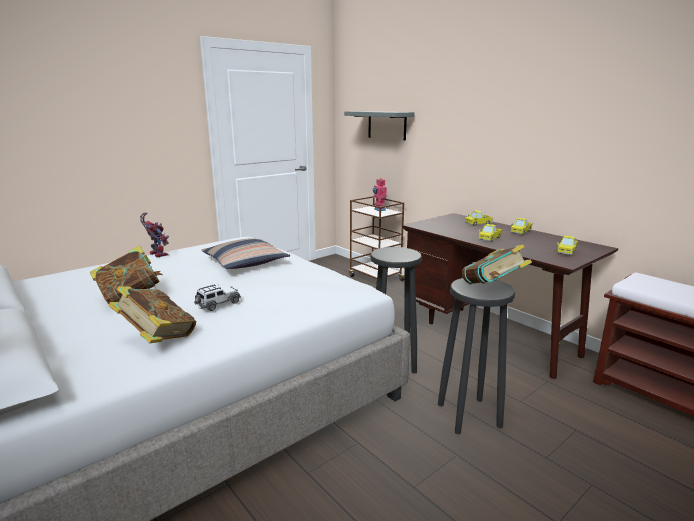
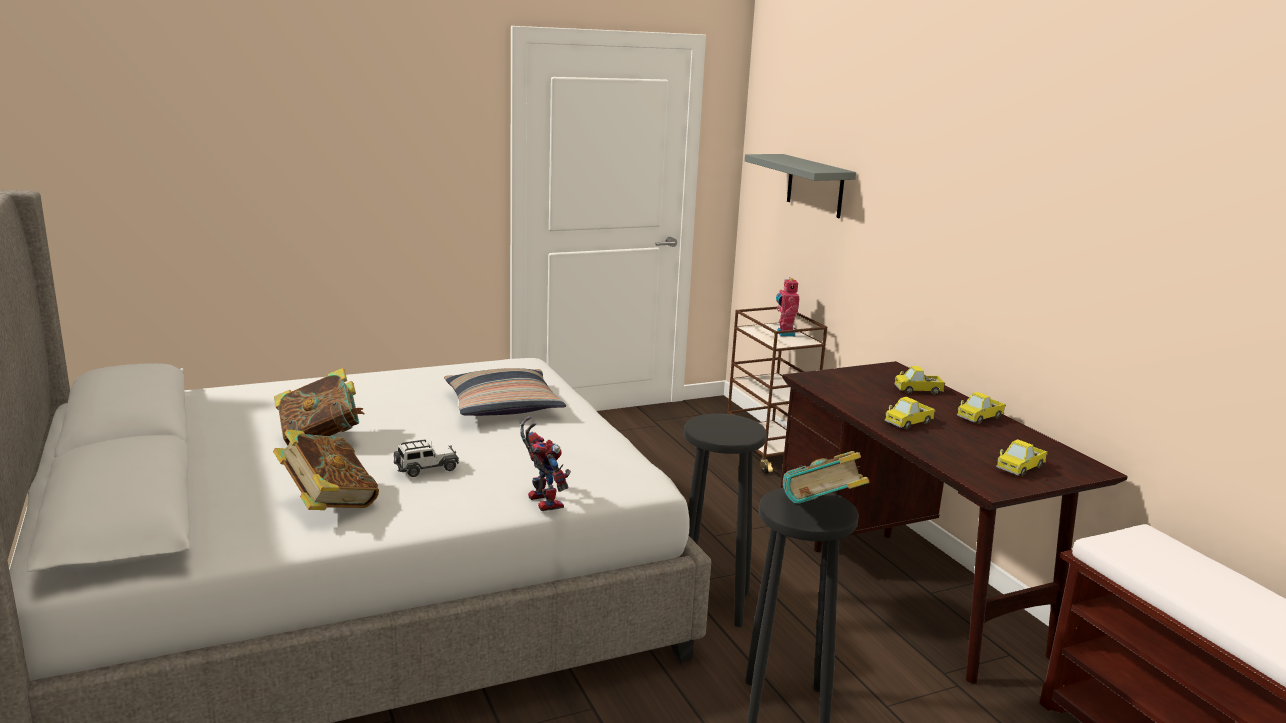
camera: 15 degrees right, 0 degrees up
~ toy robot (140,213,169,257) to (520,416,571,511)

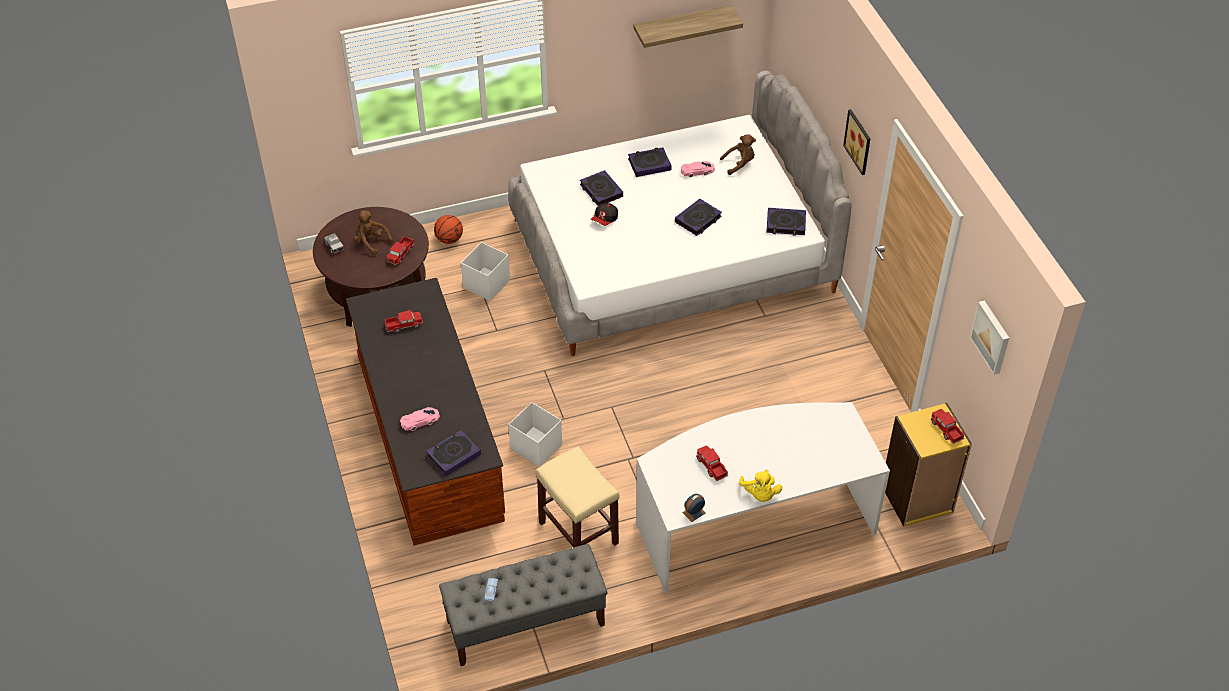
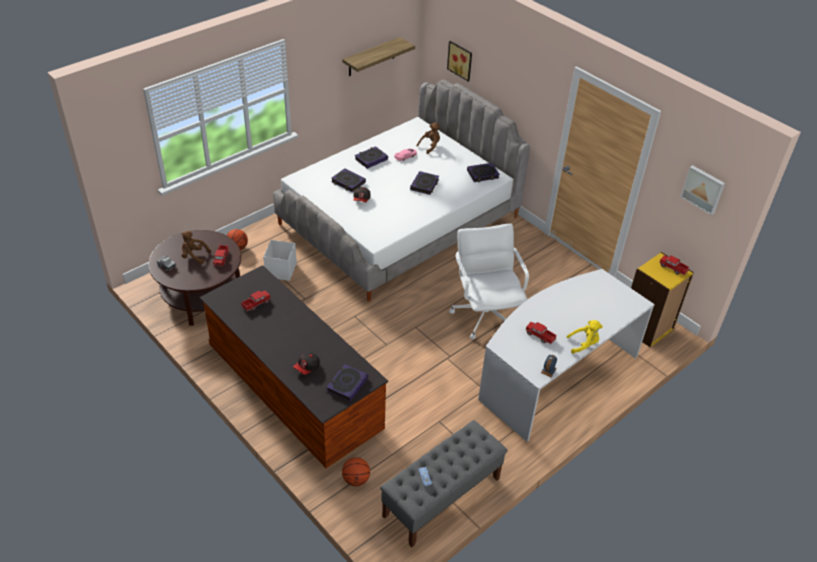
camera: 25 degrees left, 5 degrees down
~ toy car in pink (400,407,440,431) to cap (293,352,320,375)
- storage box in white (508,402,562,467)
- stool in beige (536,446,620,548)
~ plush toy in yellow (739,469,782,502) = (567,320,603,354) 60 degrees counterclockwise
~ picture (843,109,870,175) to (447,41,472,81)
+ basketball (342,457,370,486)
+ office chair in white (449,224,529,339)

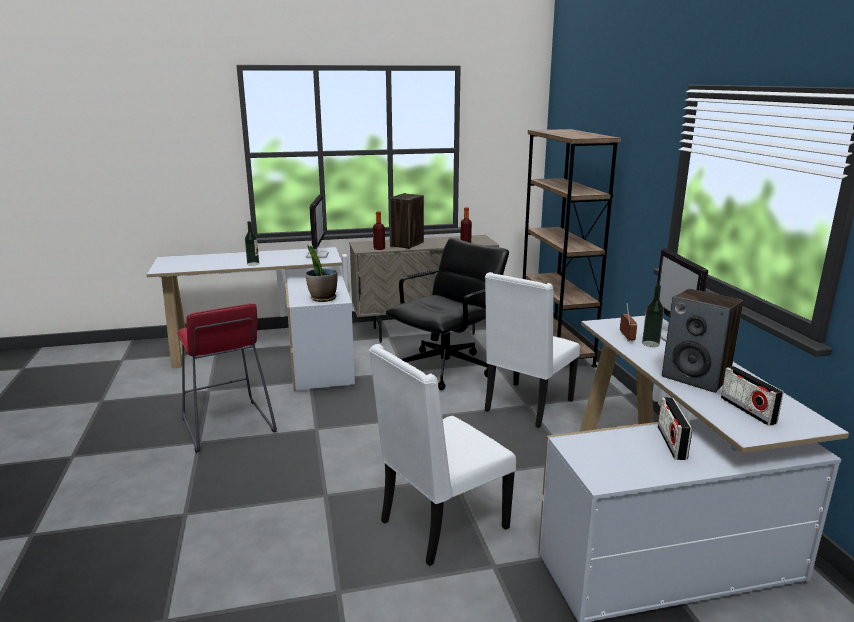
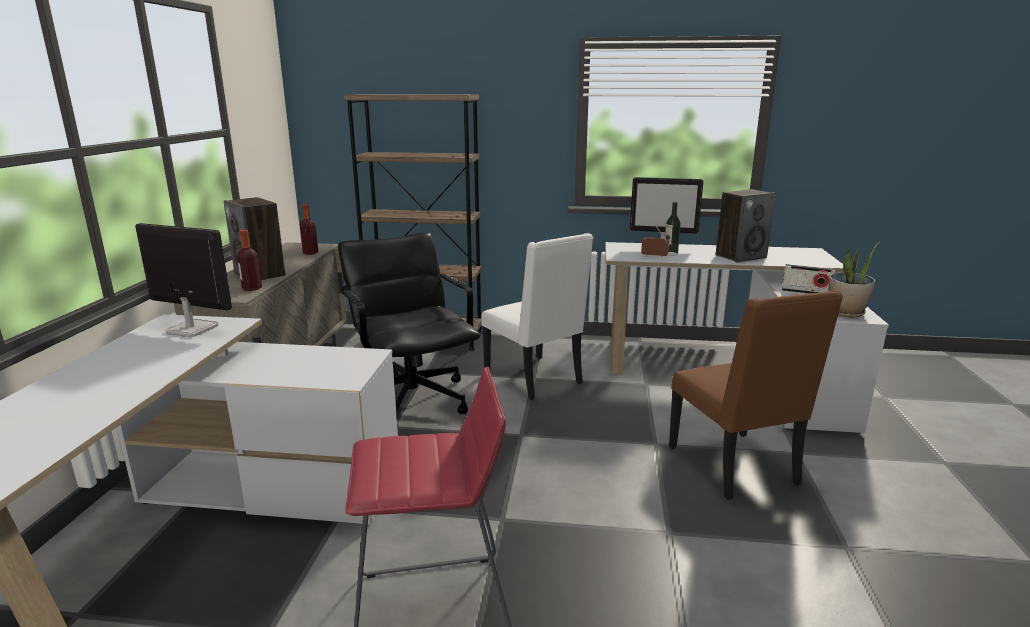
camera: 70 degrees left, 0 degrees up
- bottle (245,221,259,266)
~ potted plant (305,244,337,302) to (828,242,880,317)
~ chair in white (369,344,516,566) to chair in brown (669,290,843,500)
- radio (721,366,784,426)

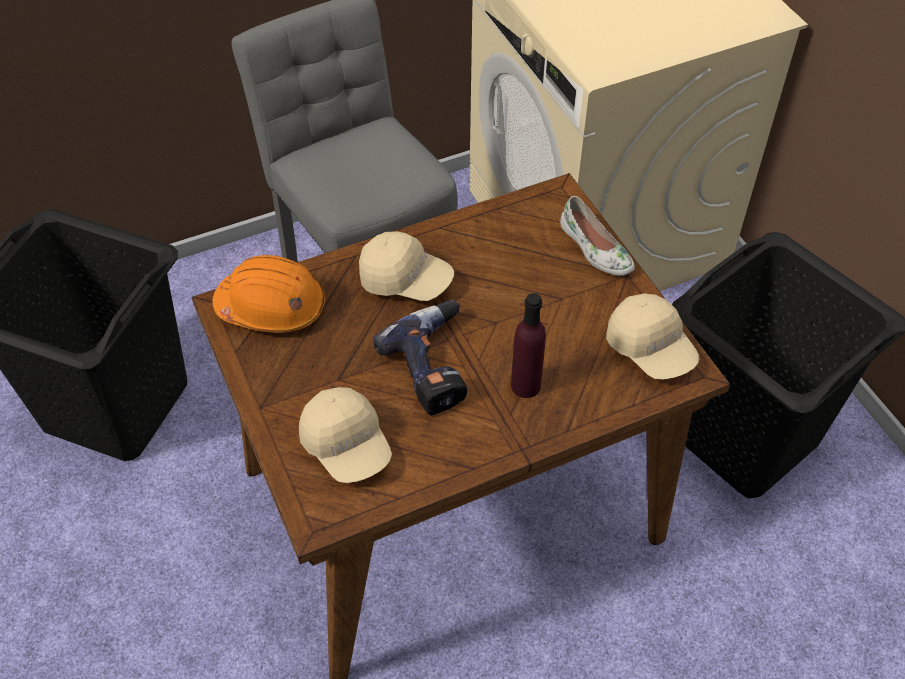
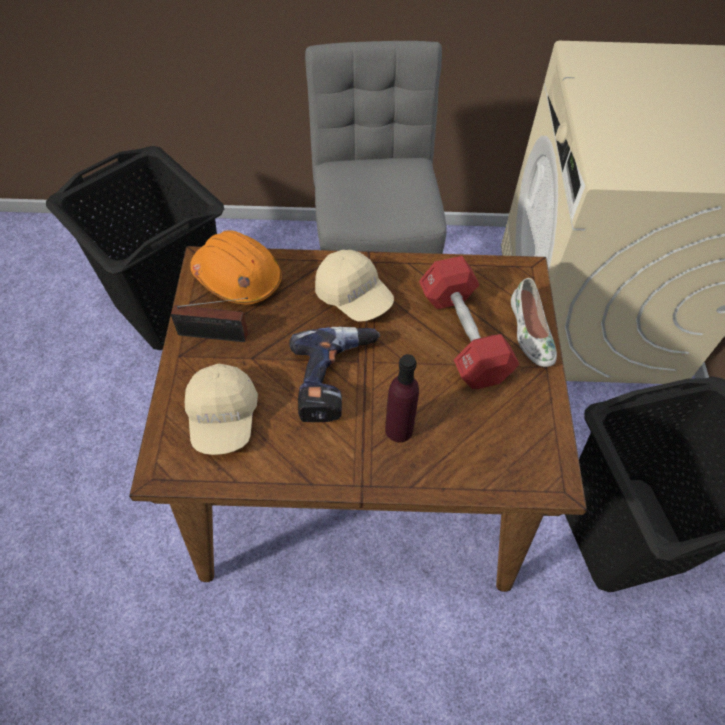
camera: 25 degrees right, 5 degrees up
- cap in beige (606,294,699,380)
+ radio (171,297,248,342)
+ dumbbell in red (419,256,519,389)

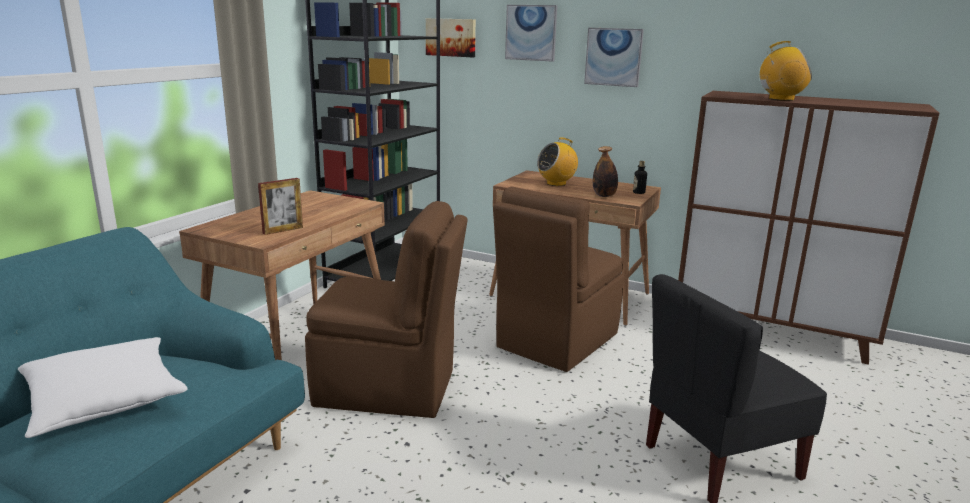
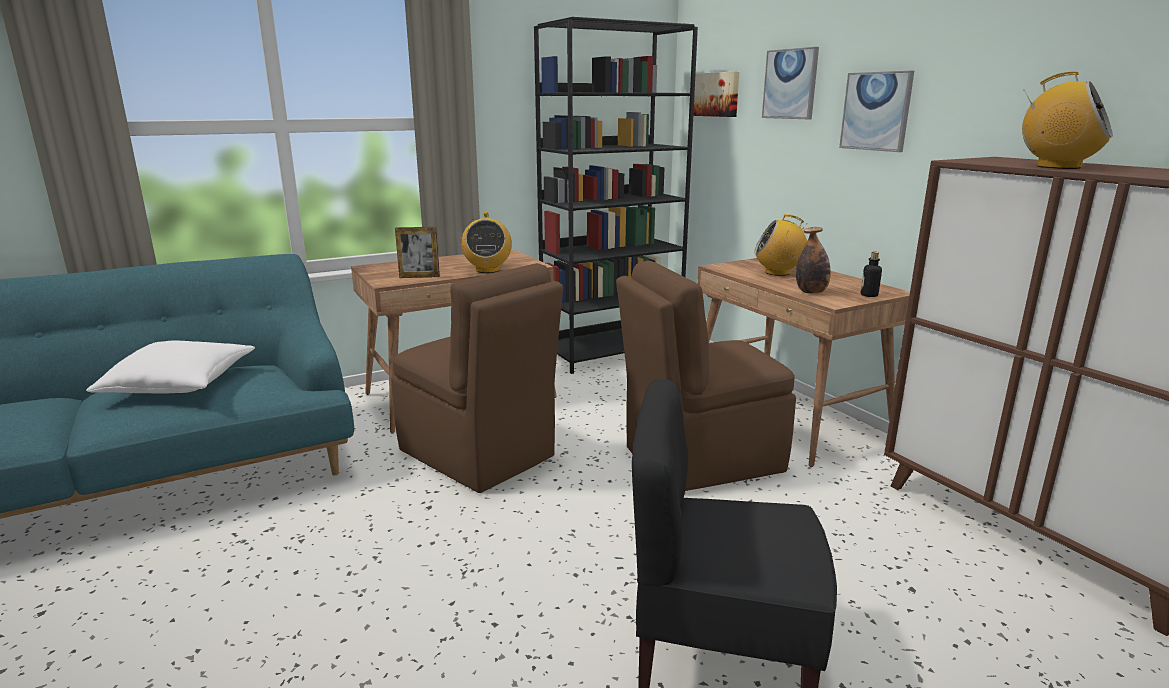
camera: 35 degrees right, 0 degrees up
+ radio (461,212,512,273)

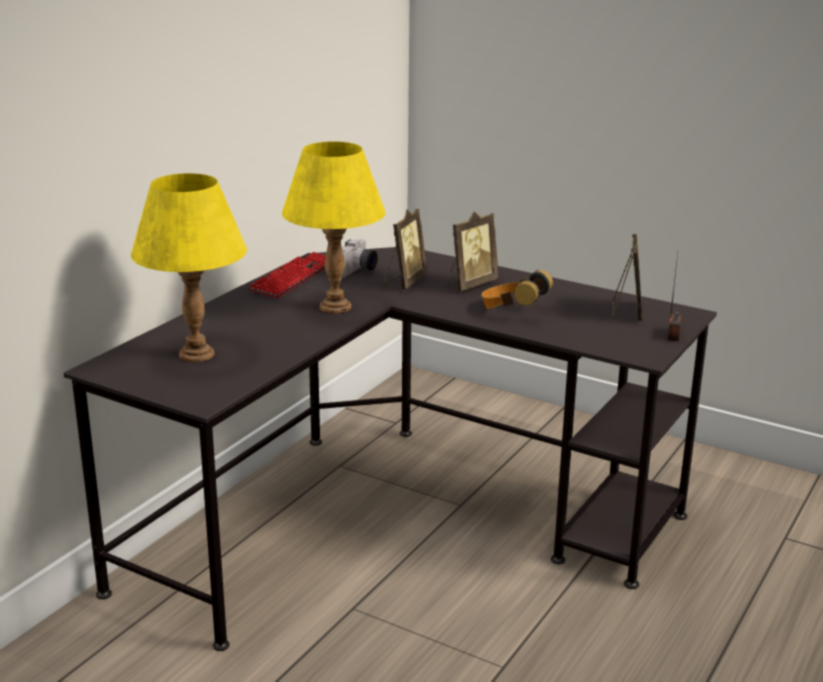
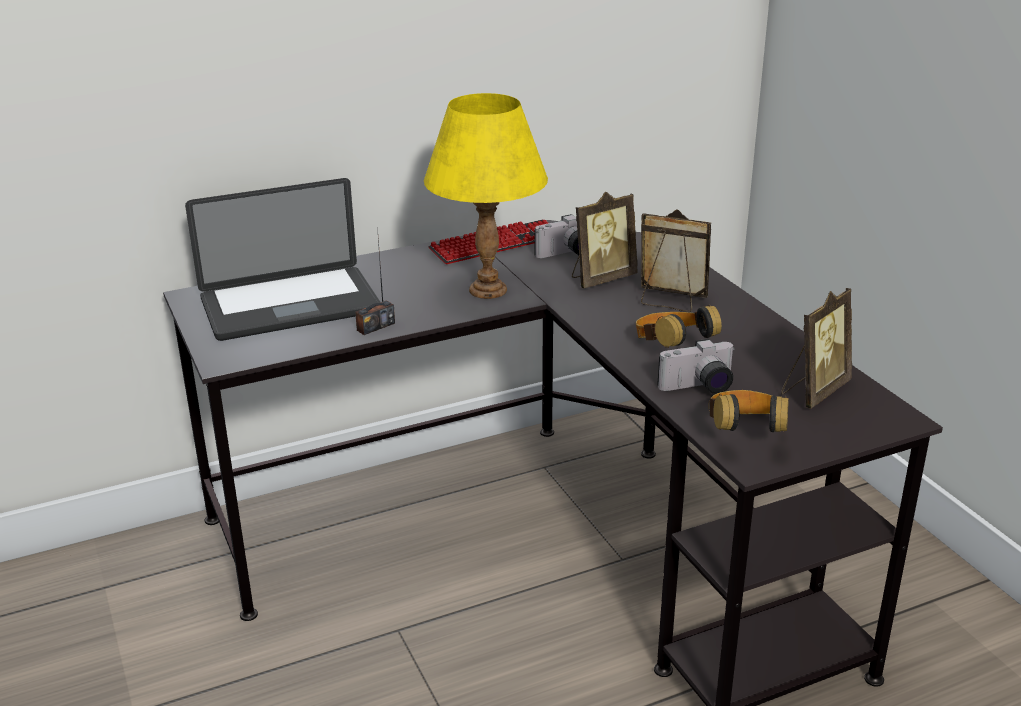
camera: 35 degrees right, 5 degrees up
~ table lamp in yellow (131,173,247,362) to laptop (185,178,381,341)
~ picture frame (447,212,498,291) = (641,209,711,312) 150 degrees counterclockwise
~ radio (668,254,682,342) to (355,228,395,335)
+ photo camera (657,339,734,394)
+ headphones (708,390,789,432)

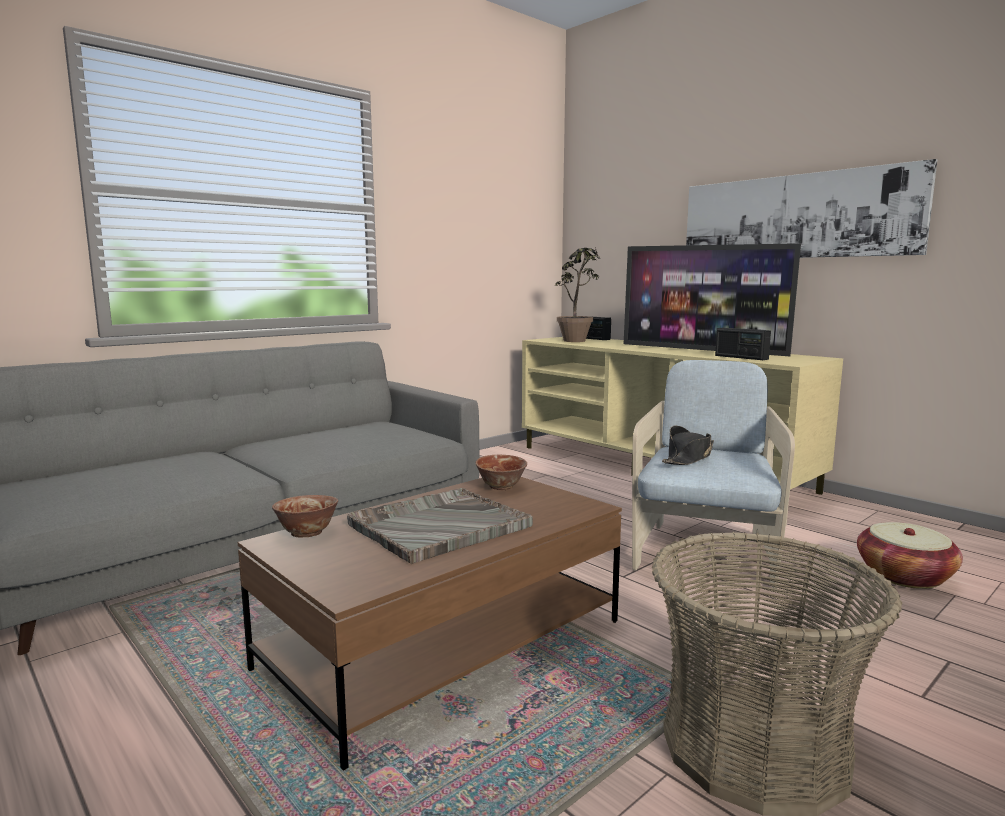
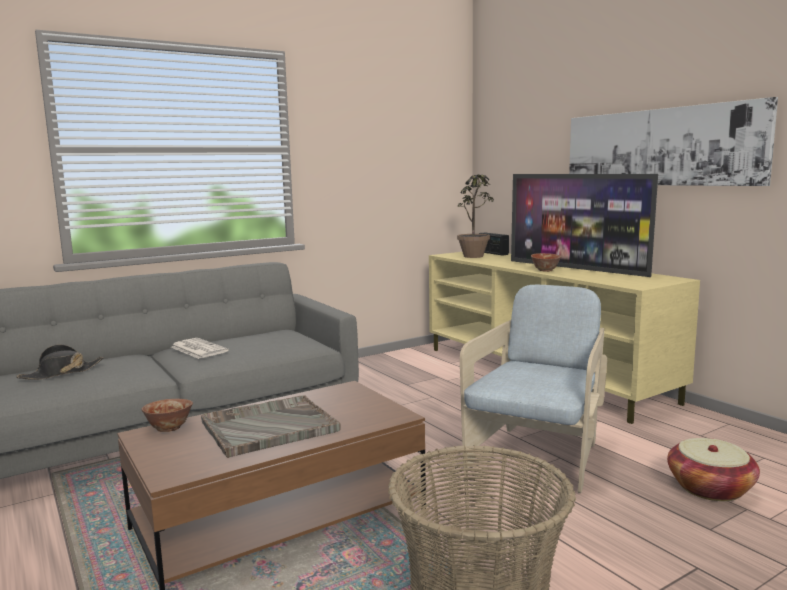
camera: 10 degrees right, 0 degrees up
~ bowl (476,455,527,490) to (531,253,561,272)
~ hat in black (662,426,714,465) to (16,345,104,380)
- radio (715,328,771,360)
+ newspaper (171,338,229,359)

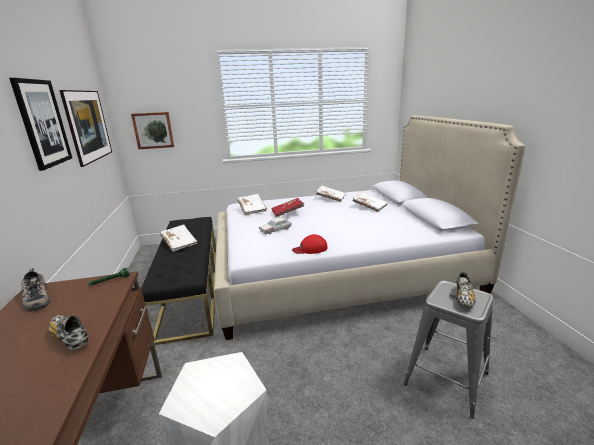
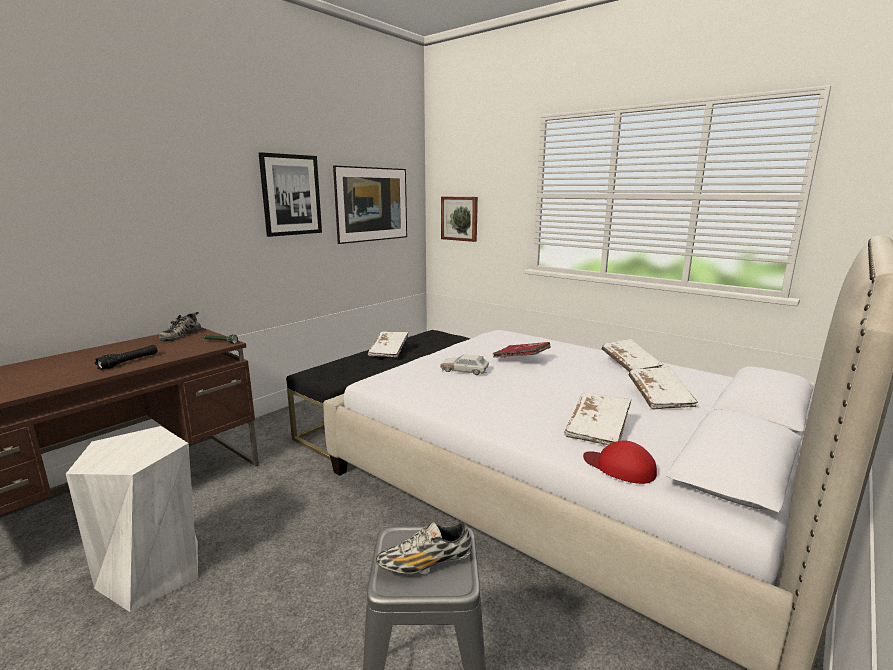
camera: 50 degrees right, 5 degrees down
~ shoe (48,315,89,351) to flashlight in black (95,345,157,370)
~ book in white (238,194,267,215) to (564,392,631,445)
~ cap in red (292,234,328,254) to (583,441,657,484)

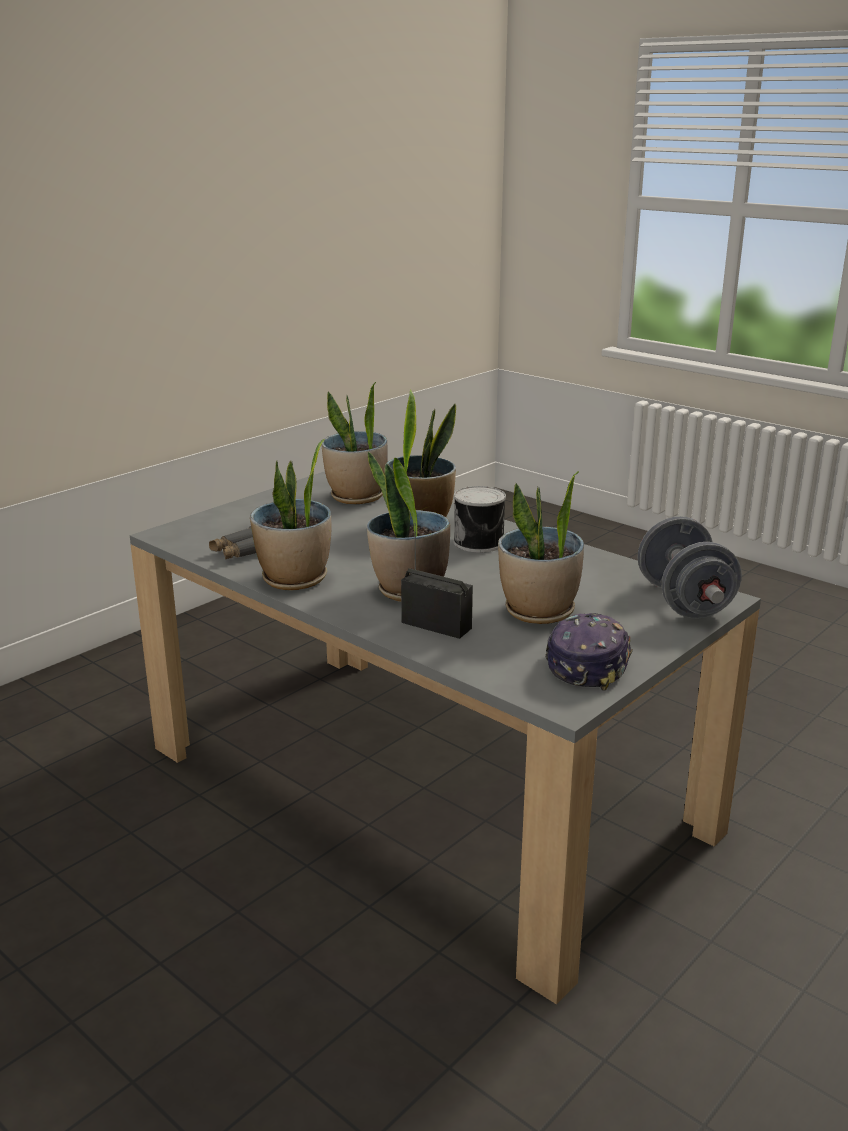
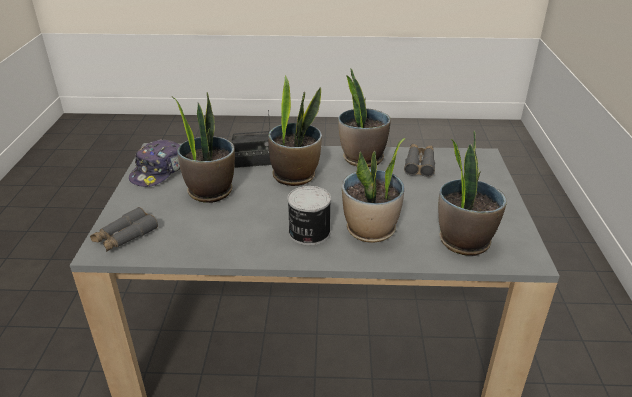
camera: 140 degrees right, 10 degrees up
~ cap (545,613,633,691) = (129,139,180,187) 45 degrees clockwise
~ dumbbell in grey (637,516,742,618) to binoculars in grey (90,207,158,252)

